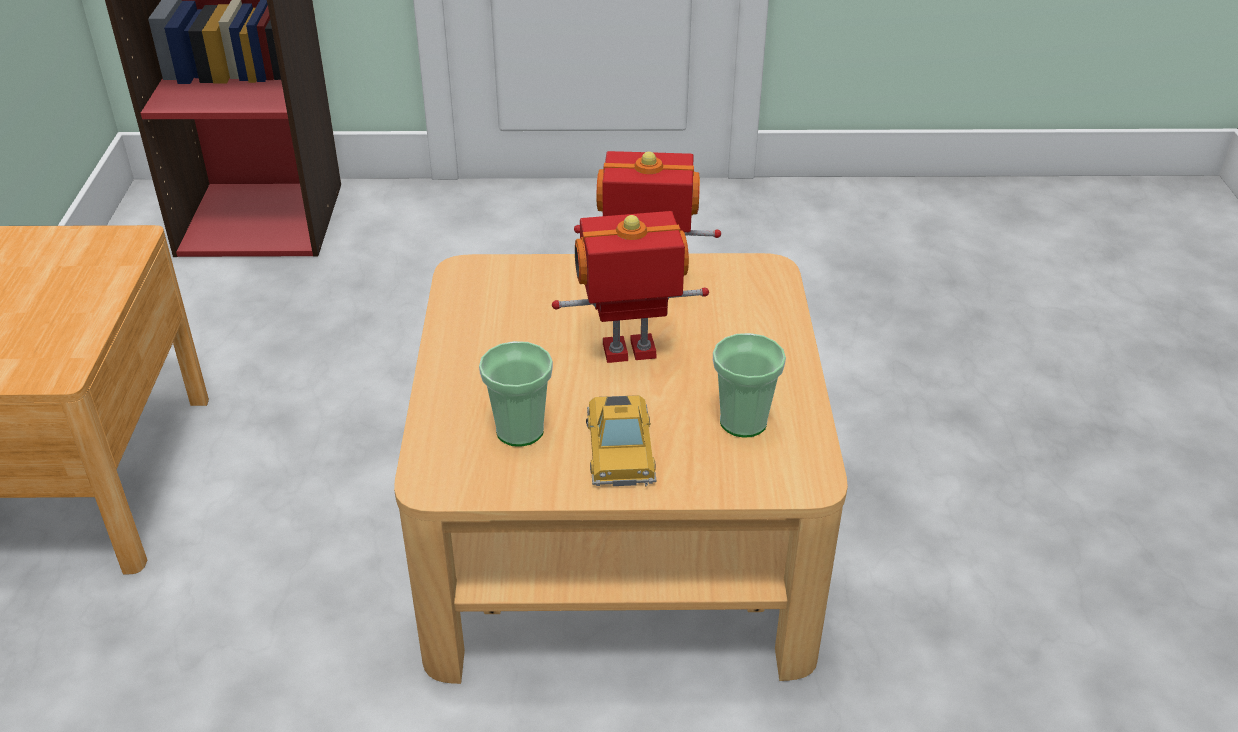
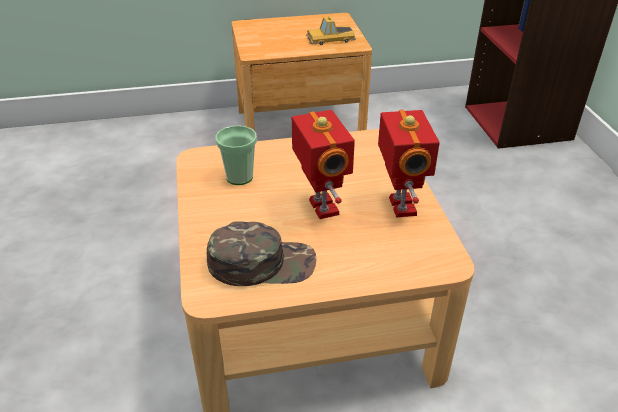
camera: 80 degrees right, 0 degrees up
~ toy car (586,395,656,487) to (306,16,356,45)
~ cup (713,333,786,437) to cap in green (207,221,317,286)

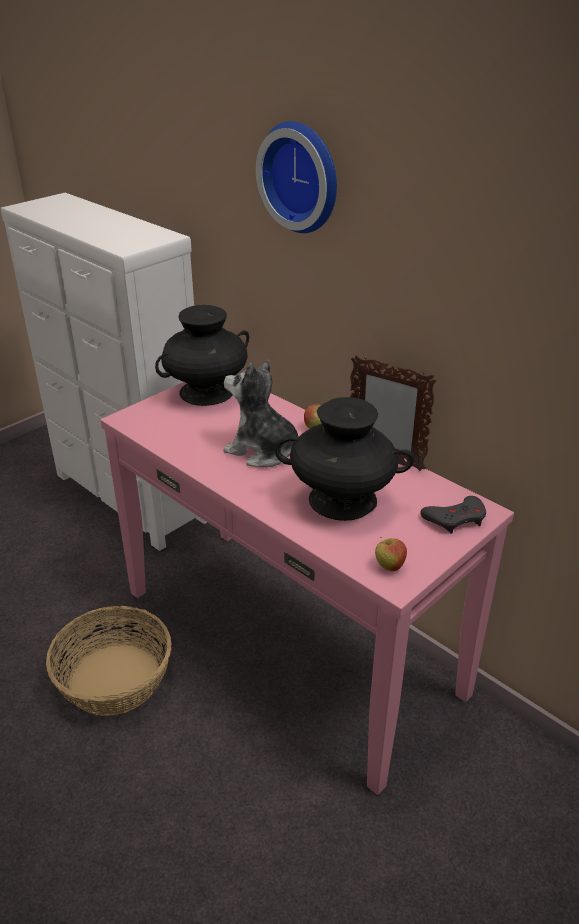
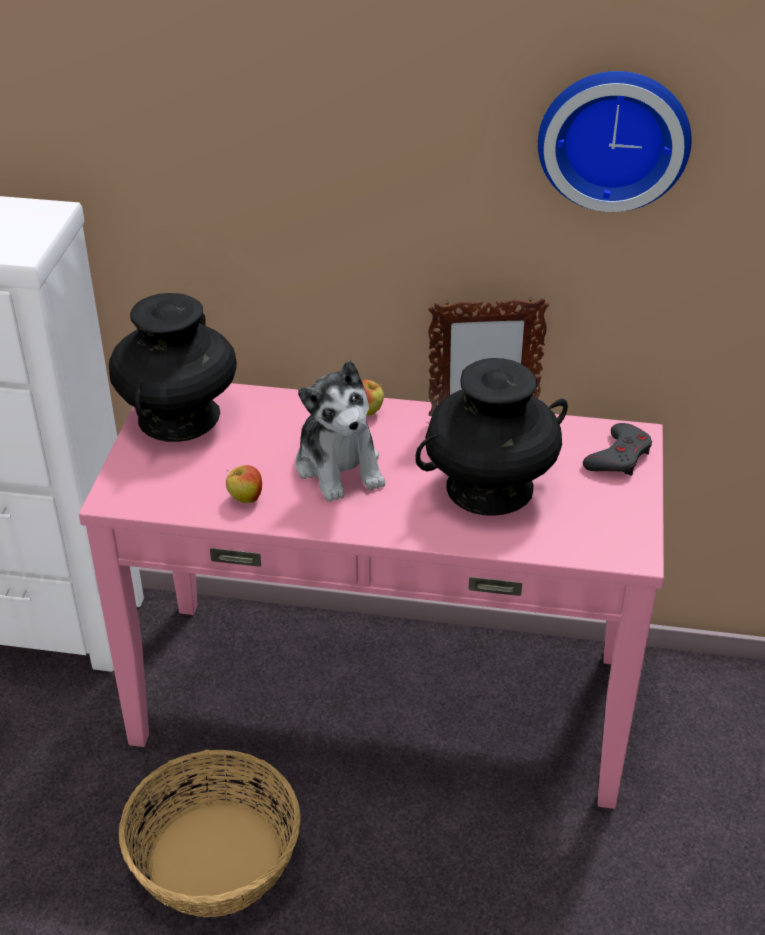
camera: 35 degrees left, 5 degrees up
~ plush toy (224,360,299,467) = (296,360,385,502) 105 degrees counterclockwise
~ wall clock (256,121,337,233) to (538,71,692,212)
~ apple (375,537,407,572) to (226,465,262,503)

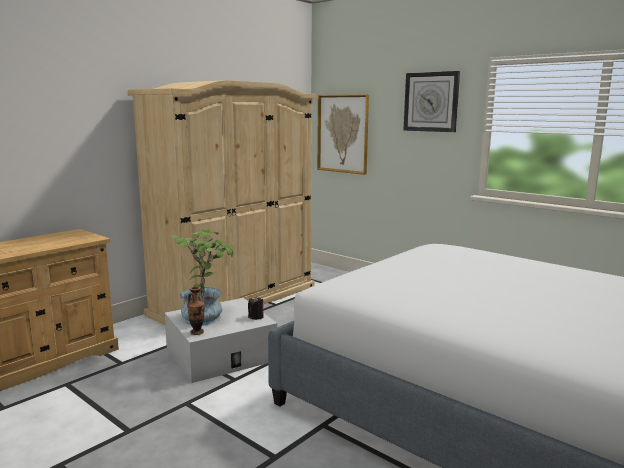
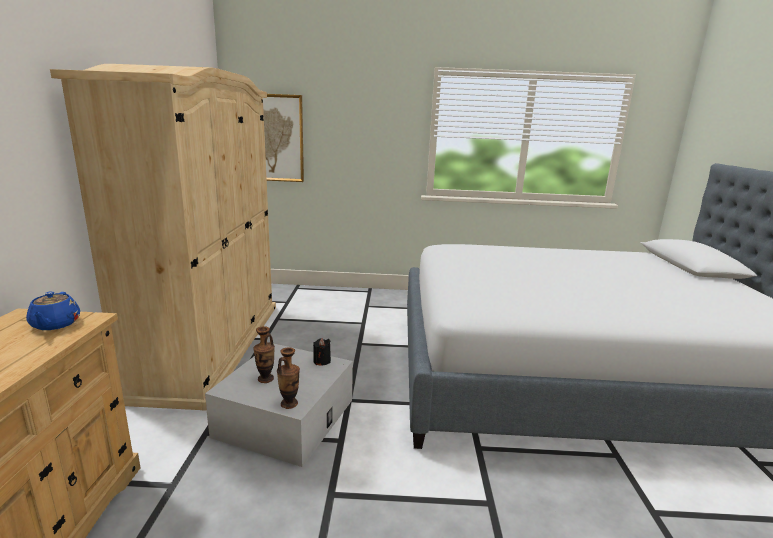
camera: 40 degrees left, 5 degrees up
~ potted plant (169,228,234,325) to vase (253,326,275,383)
- wall clock (403,71,460,132)
+ teapot in blue (26,291,80,330)

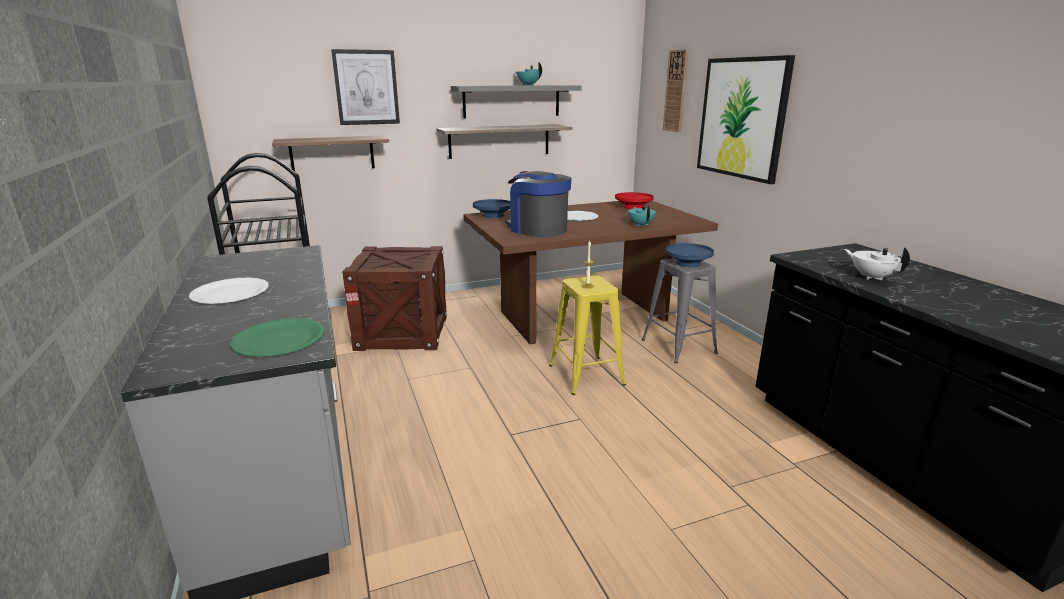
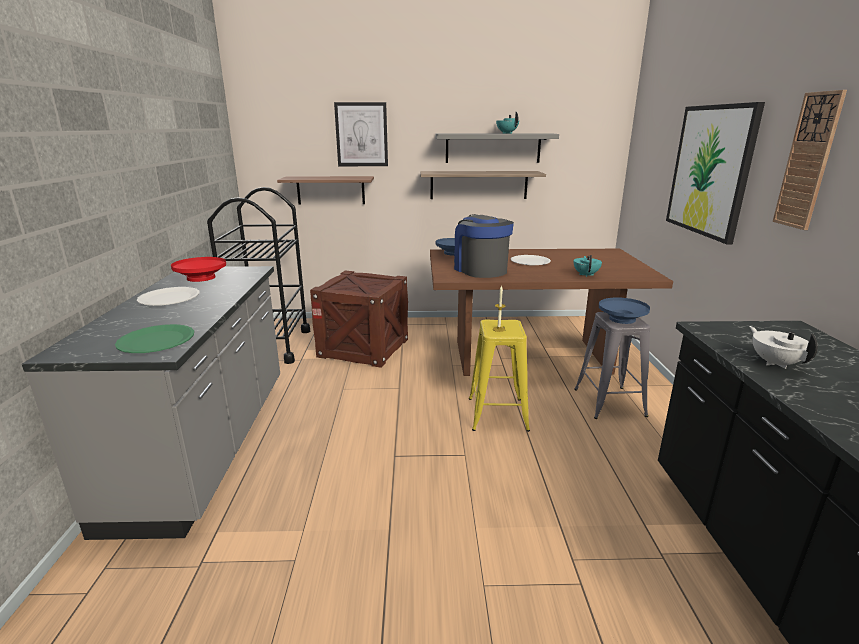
camera: 20 degrees right, 0 degrees up
~ bowl in red (615,192,654,209) to (171,257,226,282)
~ wall clock (663,49,688,132) to (773,90,847,230)

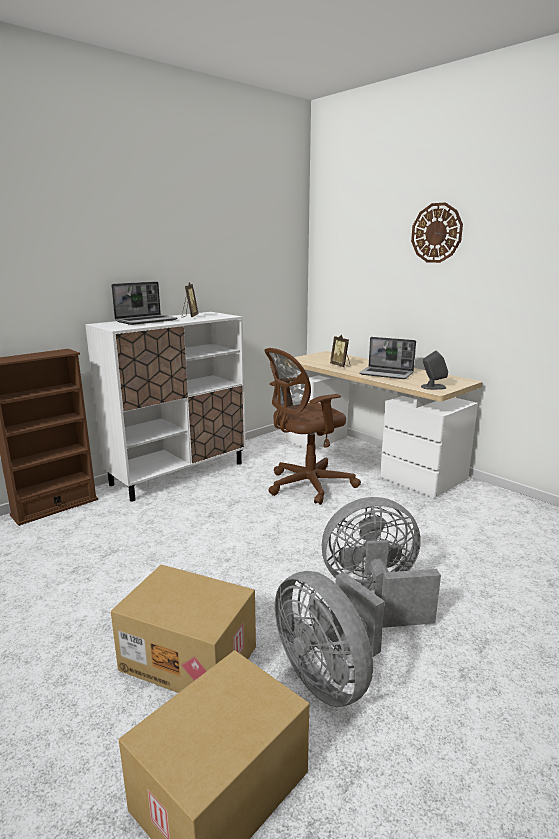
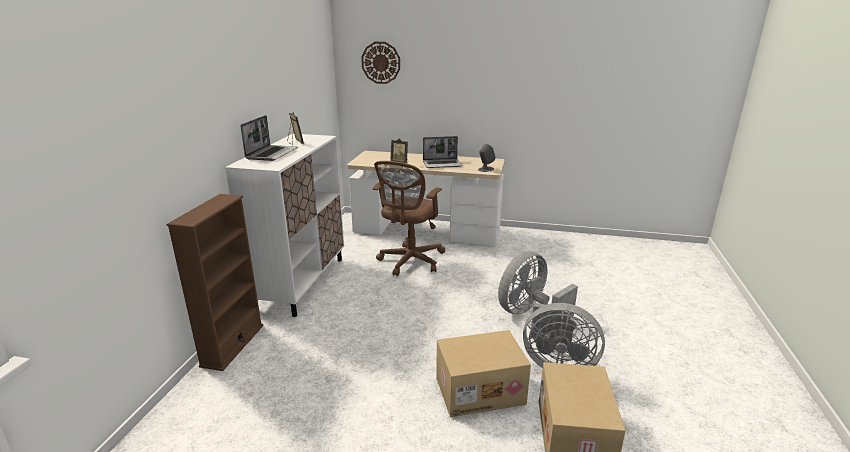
camera: 35 degrees left, 5 degrees up
~ wall clock (411,202,463,263) to (361,42,400,84)

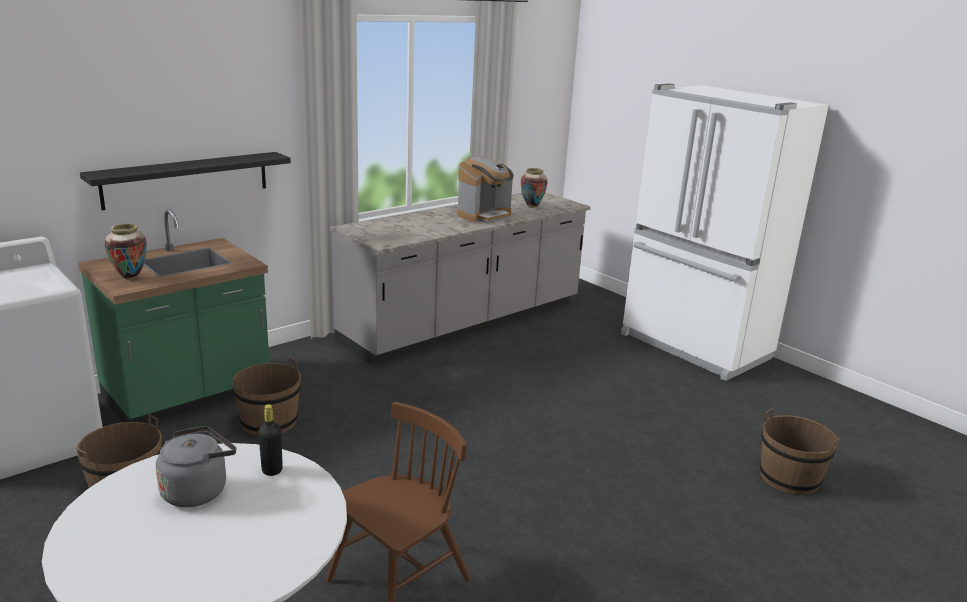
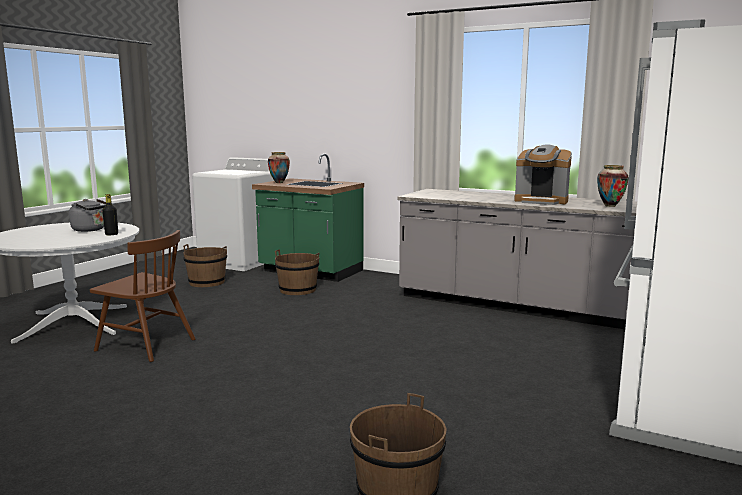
camera: 70 degrees right, 10 degrees down
- shelf in black (80,152,291,210)

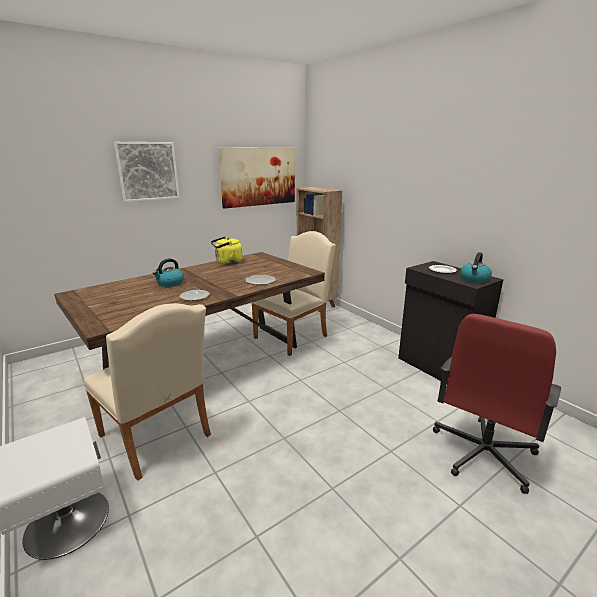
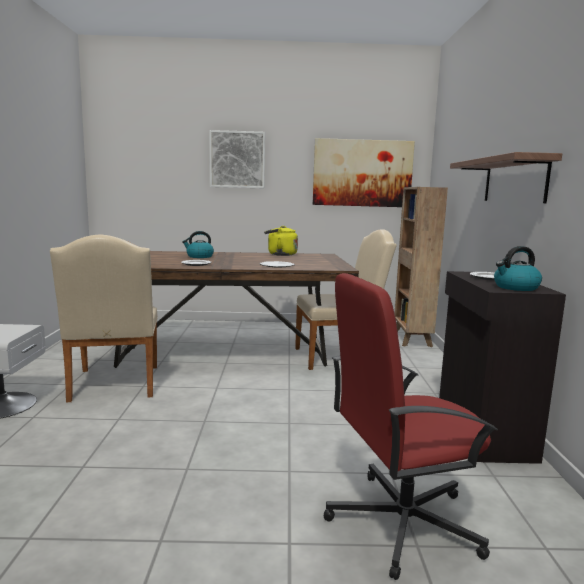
camera: 35 degrees right, 10 degrees down
+ shelf (450,152,562,203)

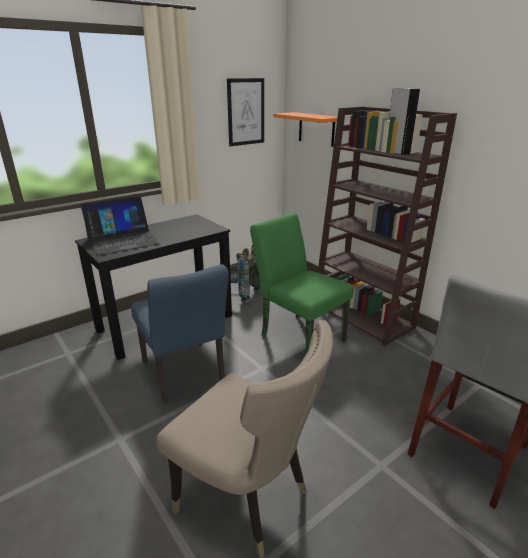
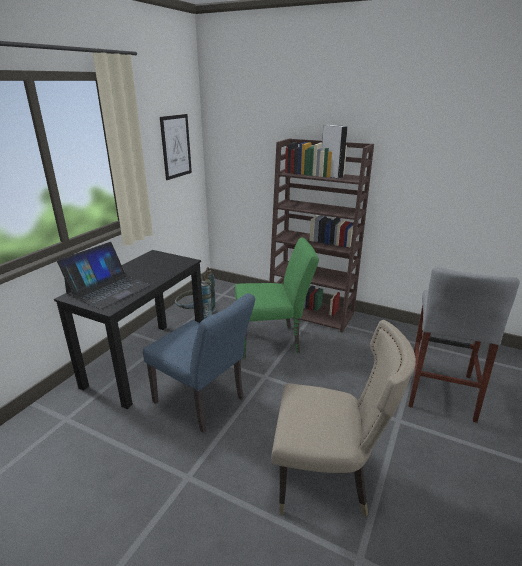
camera: 25 degrees left, 0 degrees up
~ chair in green (250,213,354,354) = (235,238,319,359) 150 degrees clockwise
- shelf in orange (274,112,337,147)

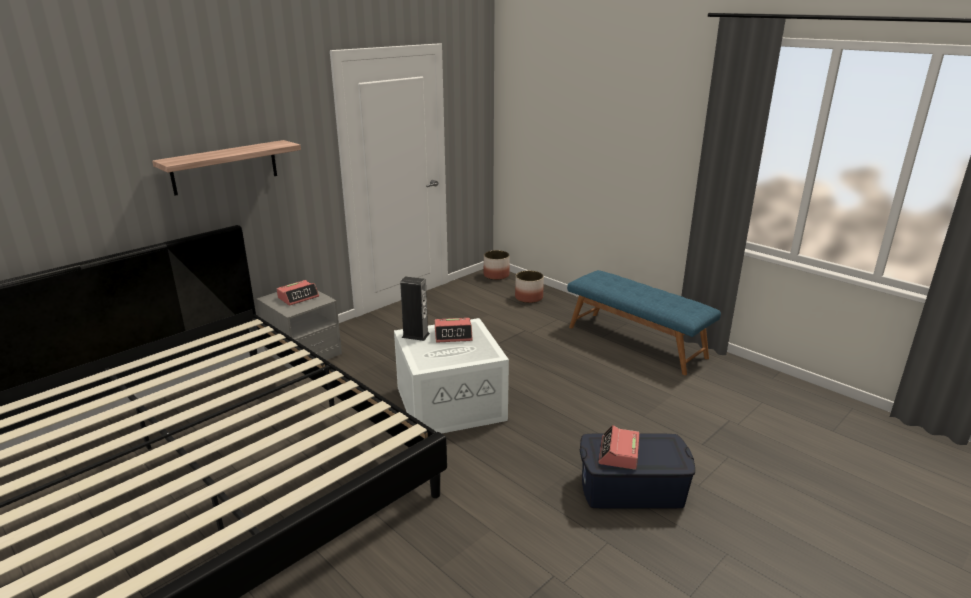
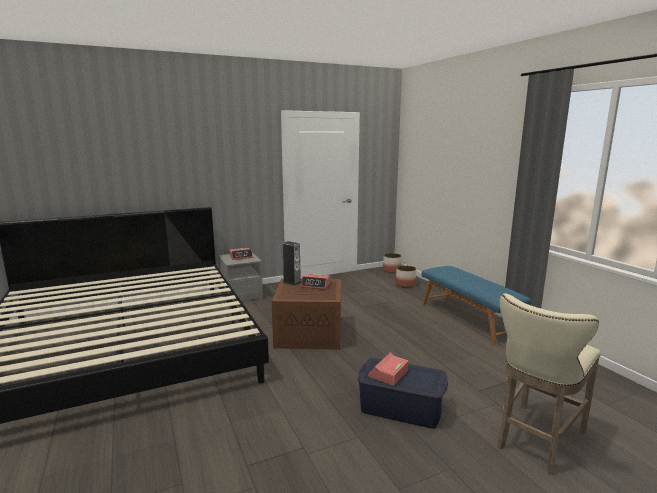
camera: 20 degrees right, 10 degrees down
- shelf (152,140,301,195)
~ storage box in white (394,318,509,433) to storage box in brown (272,279,341,350)
+ stool in beige (497,293,601,475)

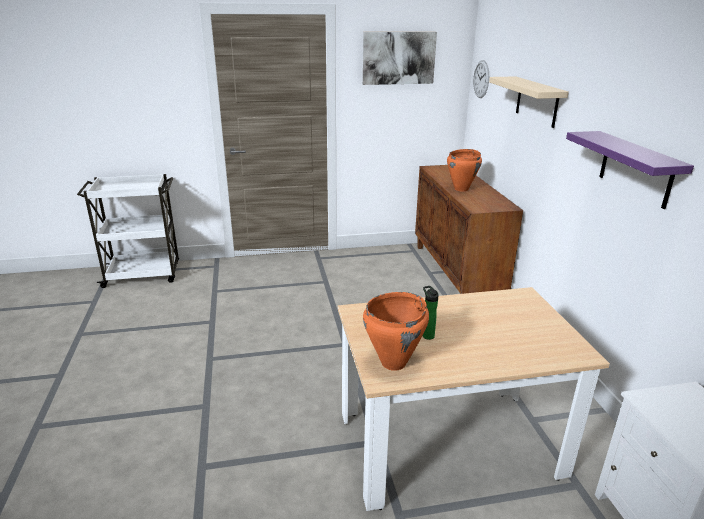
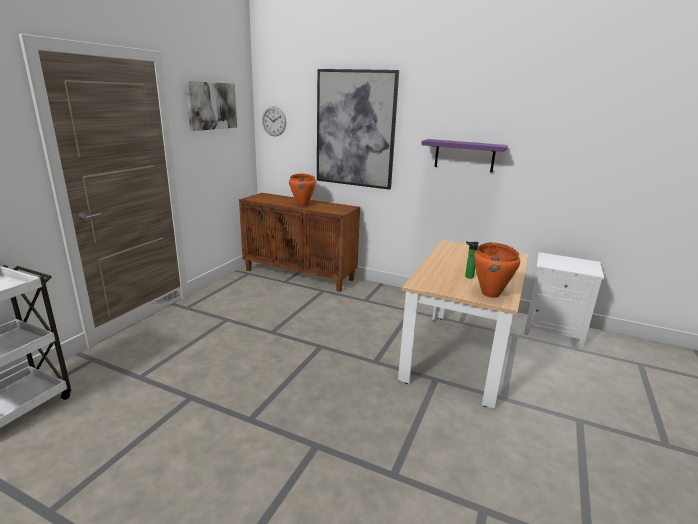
camera: 55 degrees left, 5 degrees down
~ shelf in beige (489,76,569,128) to picture (317,69,399,190)

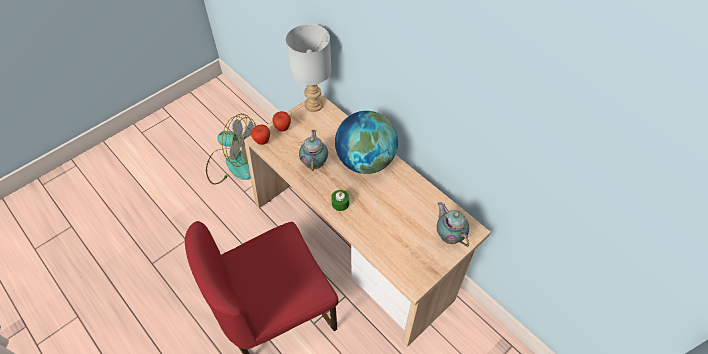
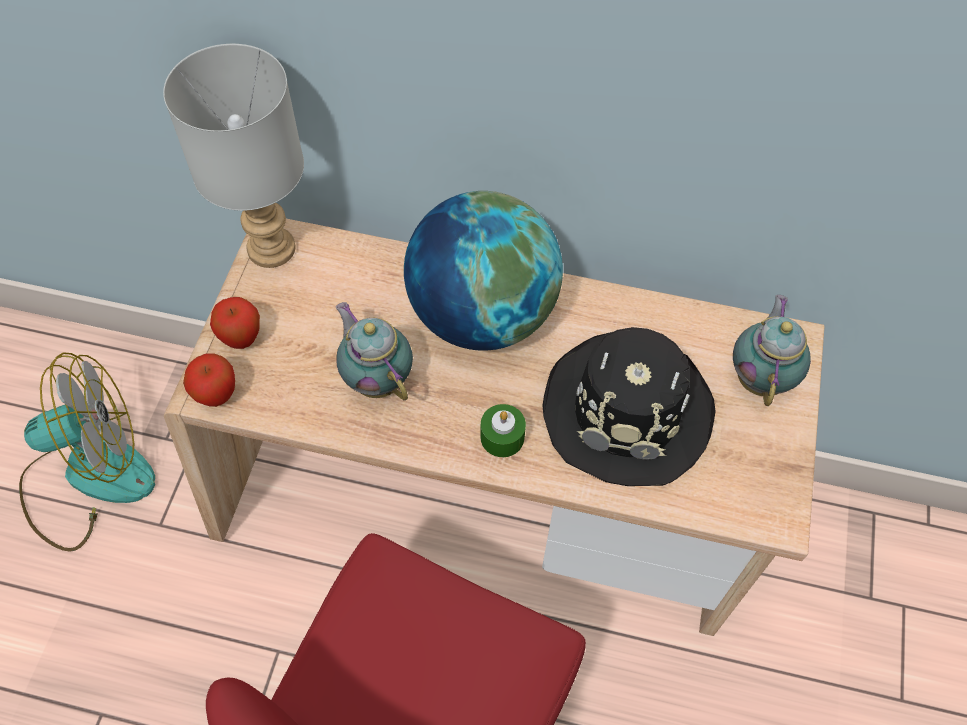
camera: 35 degrees left, 5 degrees up
~ teapot (437,202,469,247) = (733,295,811,406) 75 degrees clockwise
+ hat in black (543,327,716,486)

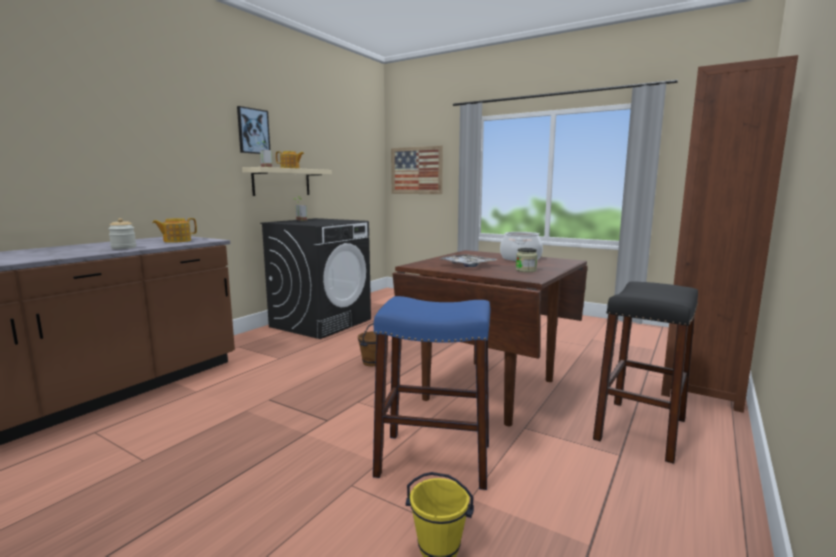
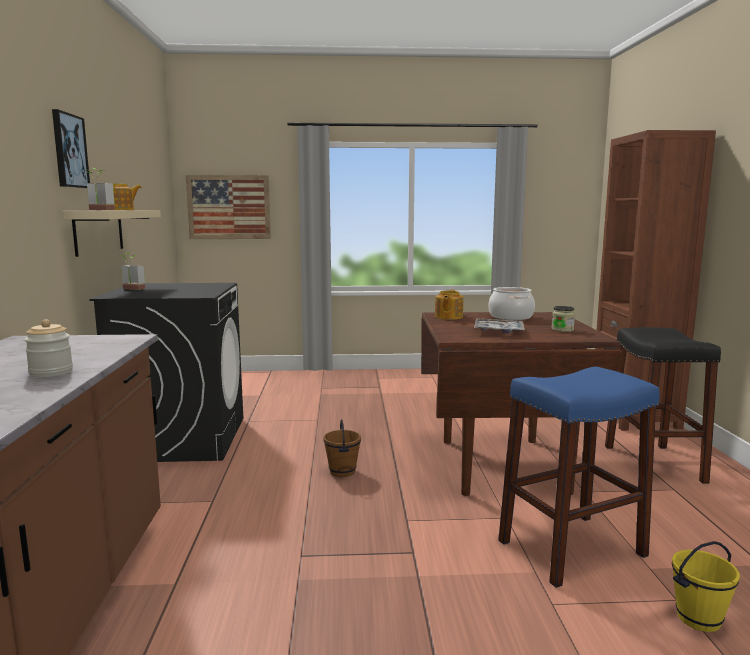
camera: 35 degrees left, 0 degrees up
~ teapot (152,218,197,243) to (435,289,463,320)

